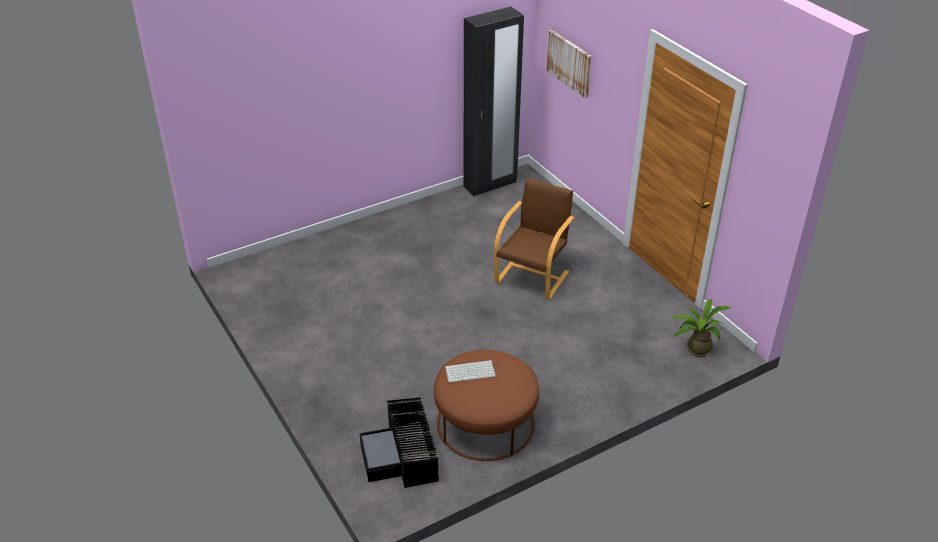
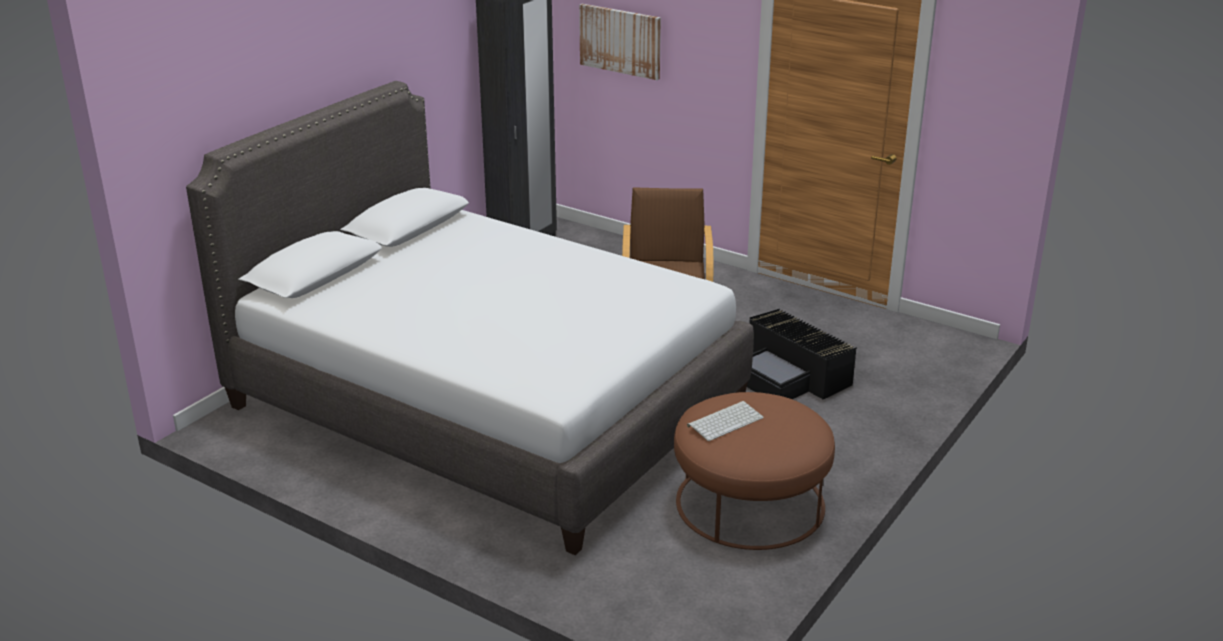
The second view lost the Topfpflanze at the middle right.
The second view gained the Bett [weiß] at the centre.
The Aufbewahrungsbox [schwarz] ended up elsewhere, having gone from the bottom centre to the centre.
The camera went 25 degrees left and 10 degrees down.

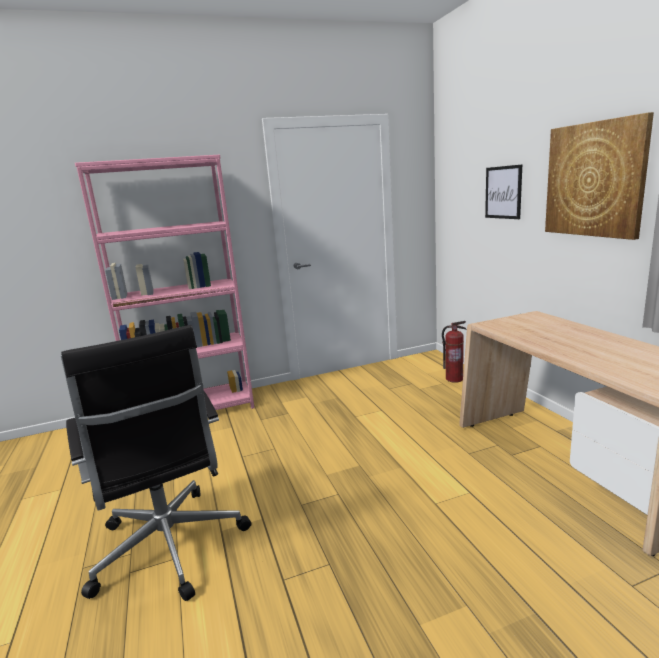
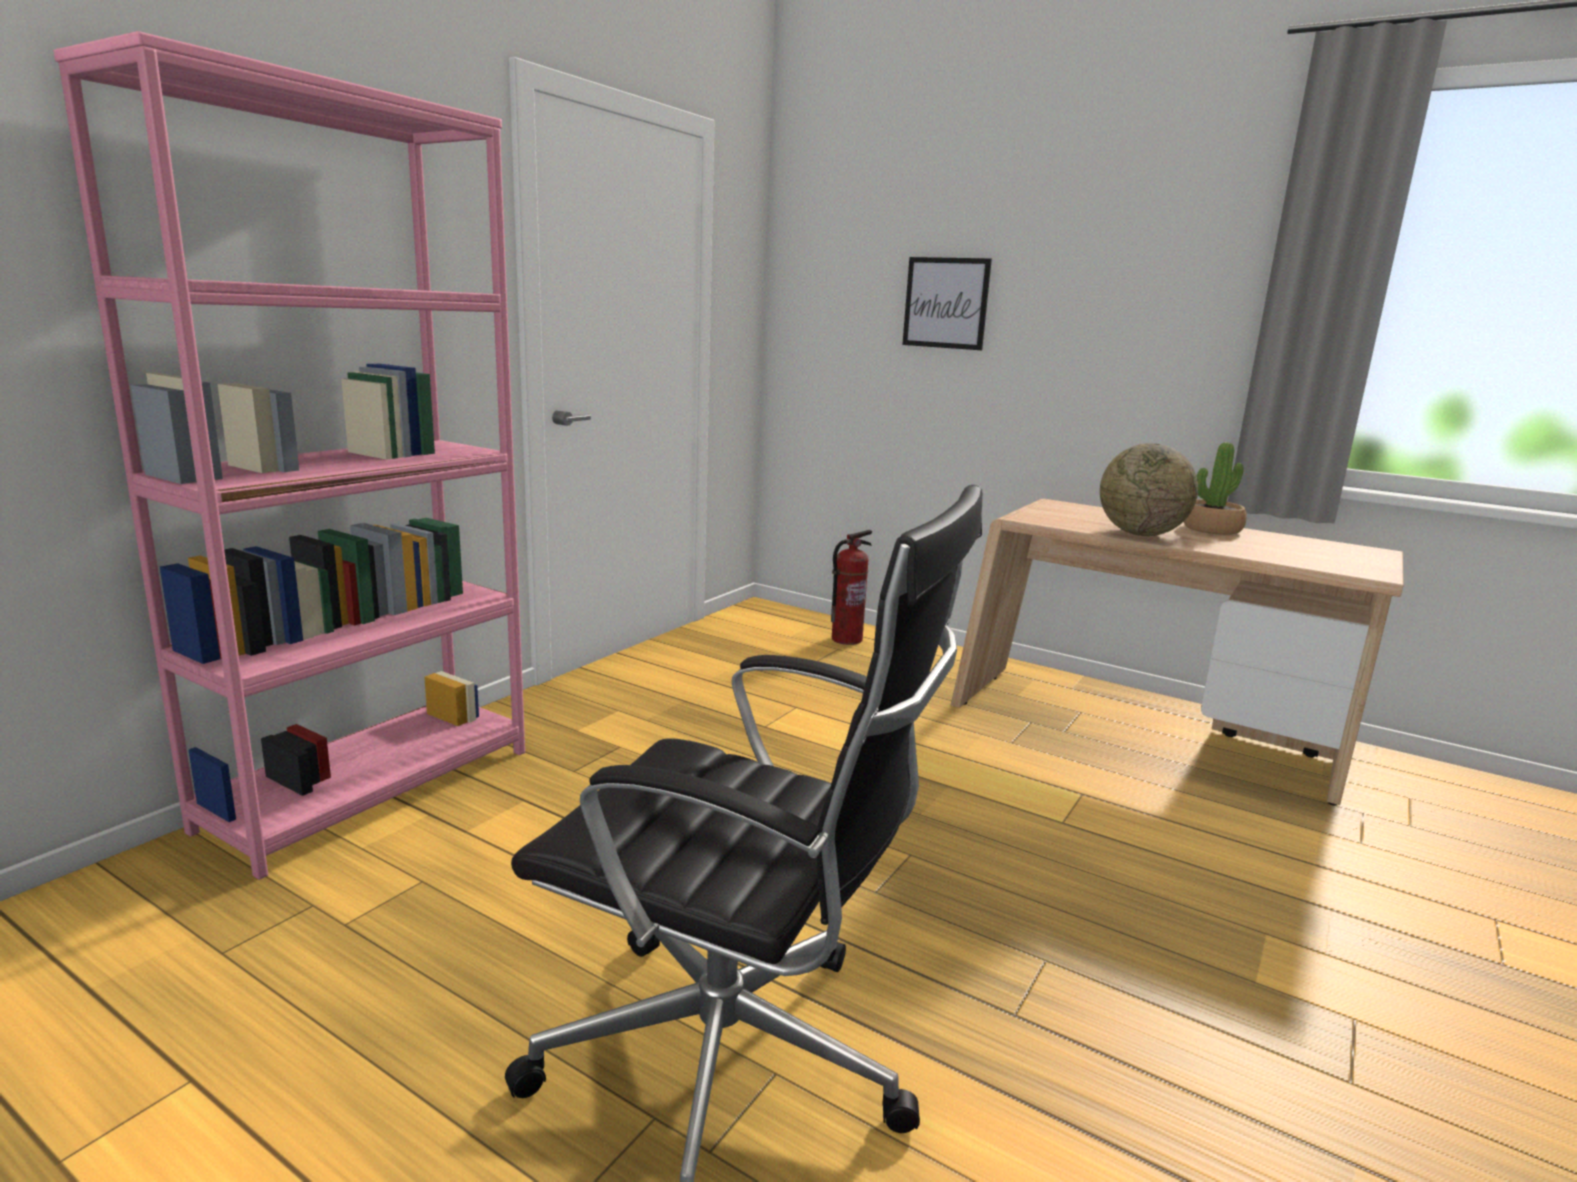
The second view lost the Bild (2nd from left) at the top right.
The second view gained the Globus at the middle right.
The second view gained the Topfpflanze at the middle right.
The camera went 40 degrees left and 0 degrees up.

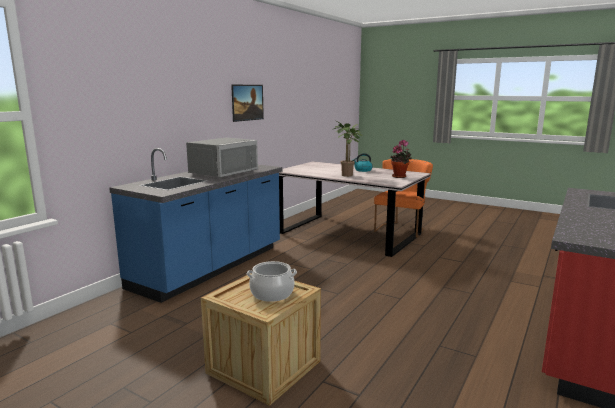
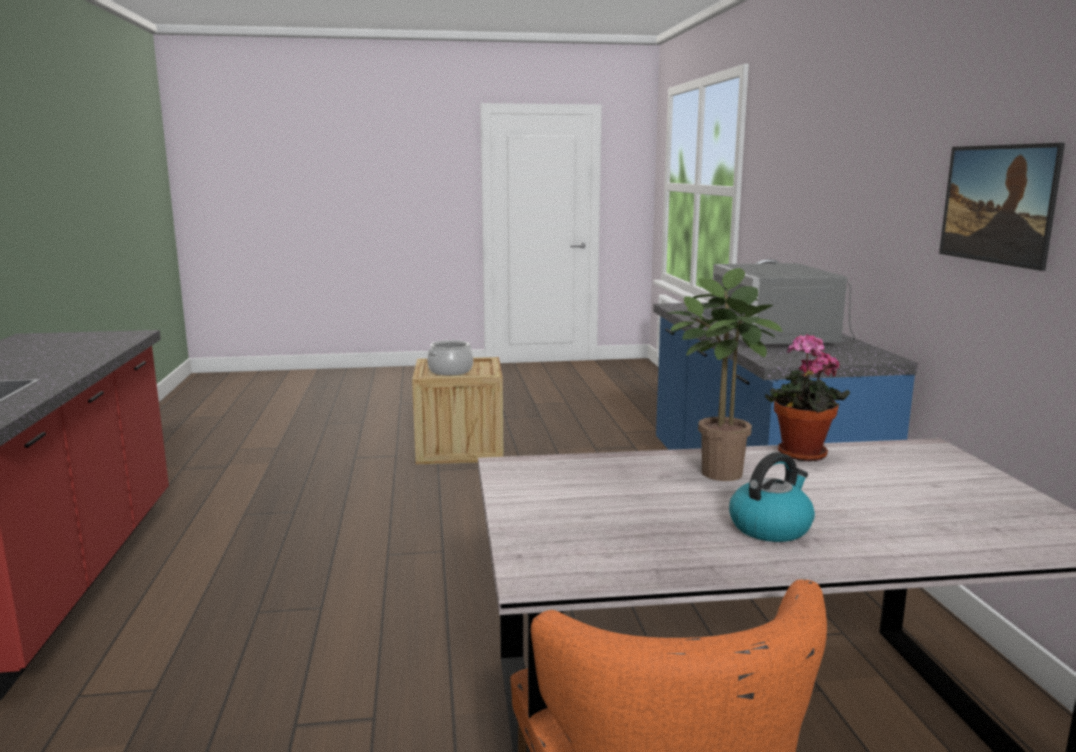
The Topfpflanze (2nd from left) ended up elsewhere, having gone from the centre to the middle right.
The camera went 140 degrees right and 0 degrees up.

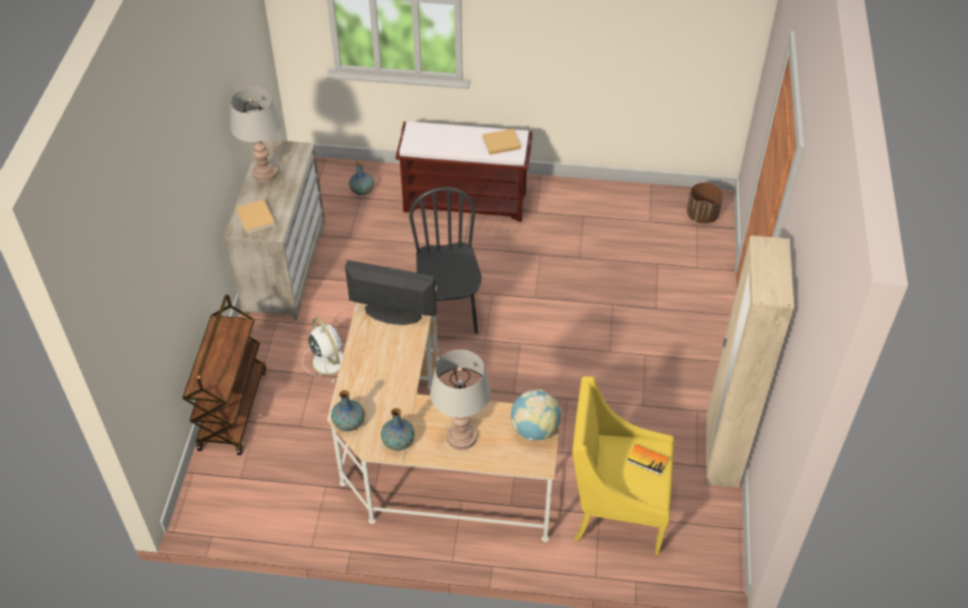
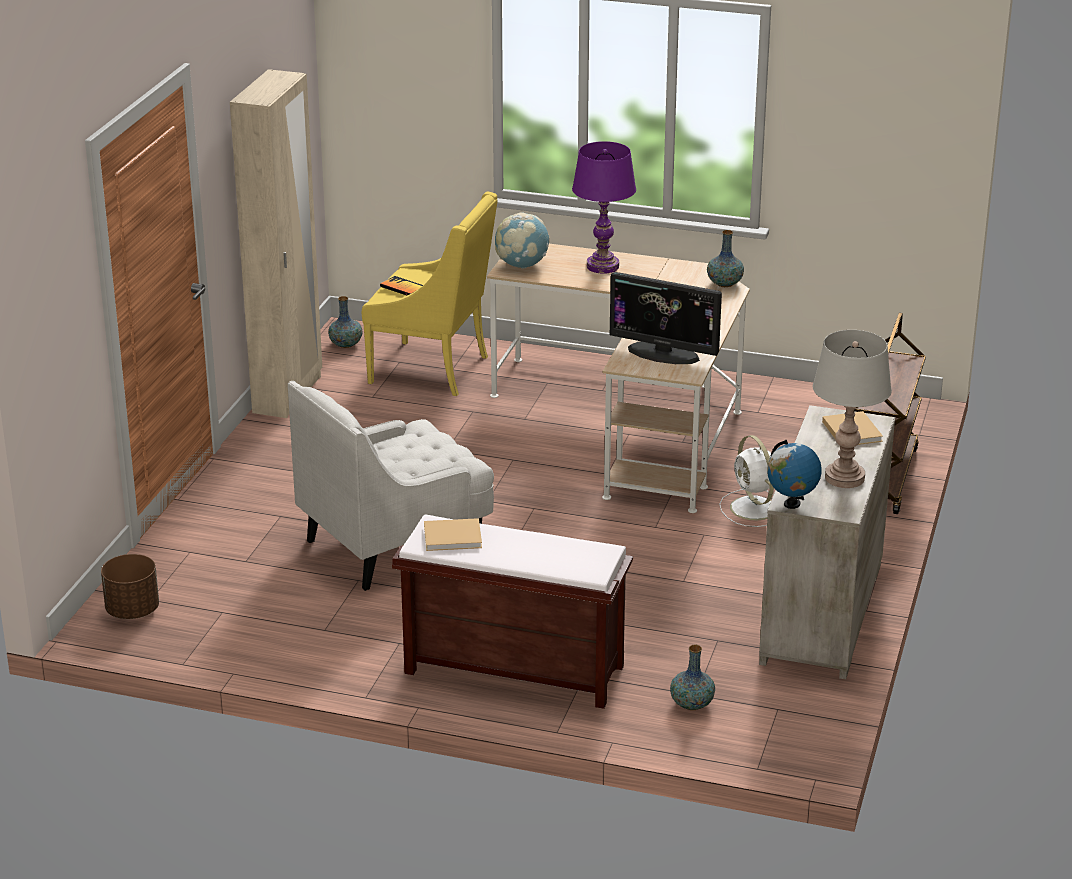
The second view lost the Stuhl [schwarz] at the centre.
The second view gained the Sessel [weiß] at the centre.
The second view gained the Globus (2nd from left) at the middle right.
The Vase (3rd from left in the first image) ended up elsewhere, having gone from the bottom centre to the middle left.
What was the Tischlampe [grau] (2nd from left) at the centre turned into the Tischlampe [lila] at the top centre.
The camera went 170 degrees left and 20 degrees down.

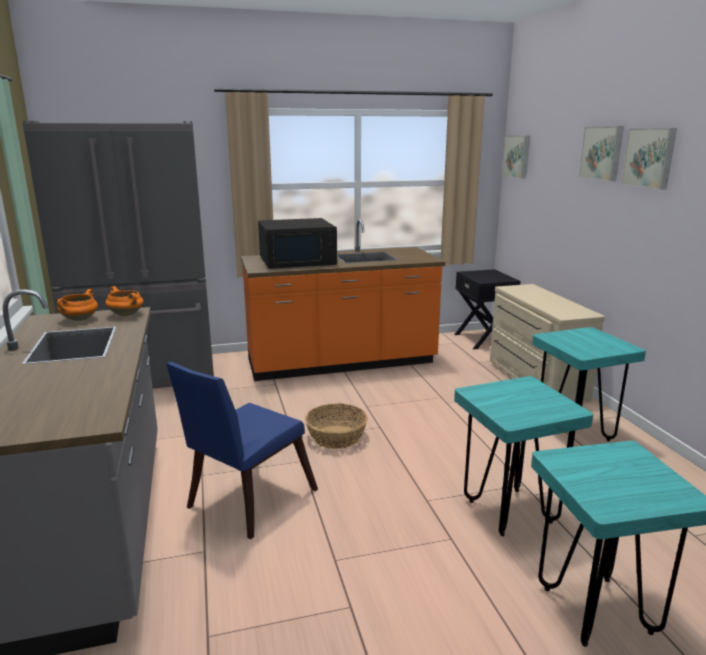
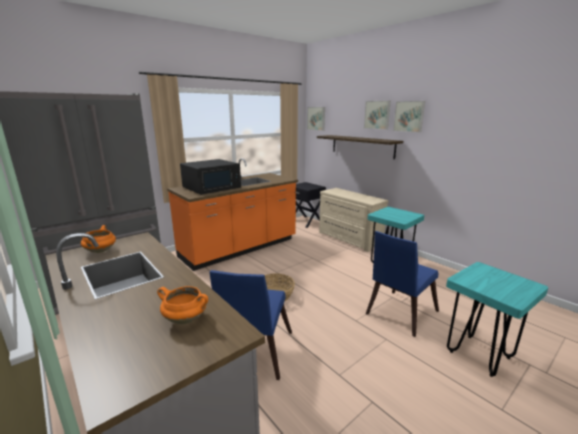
The second view gained the Wandregal at the centre.
The Kochtopf [orange] (2nd from left) ended up elsewhere, having gone from the middle left to the bottom left.
Where the Hocker [türkis] (1st from left) stood at the bottom right, the Stuhl [blau] (2nd from left) came to stand at the middle right.
The camera went 25 degrees left and 0 degrees up.

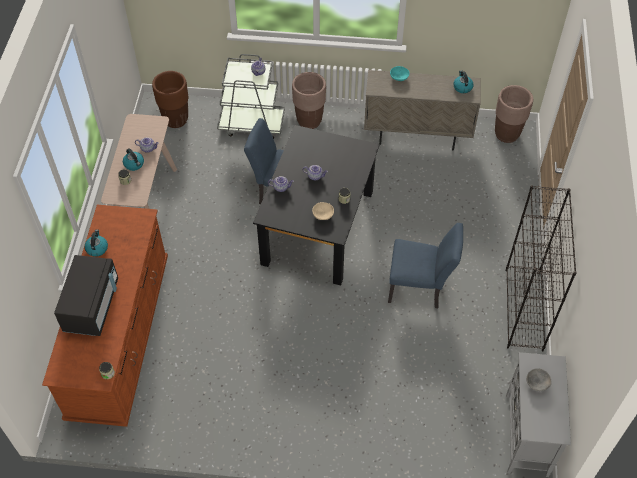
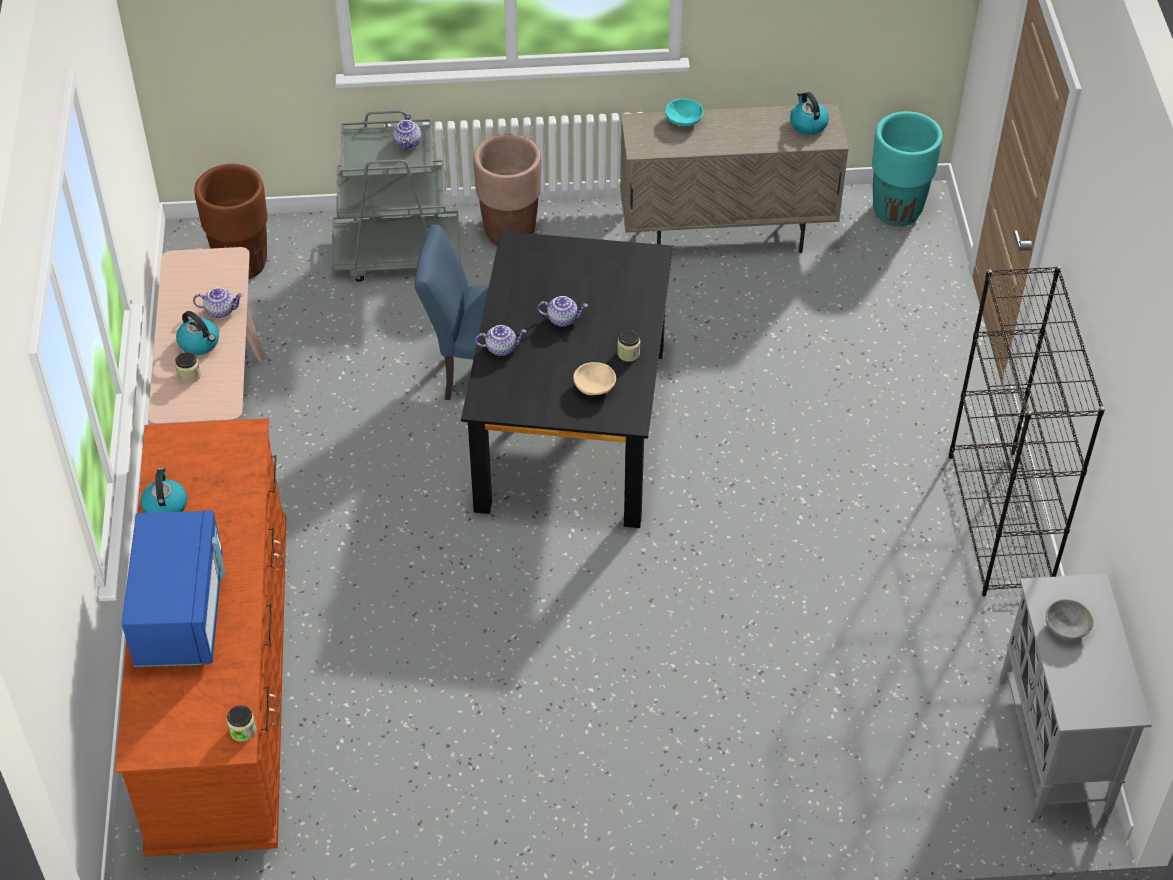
The second view lost the Stuhl [blau] (2nd from left) at the middle right.
What was the Mikrowelle [schwarz] at the middle left turned into the Mikrowelle [blau] at the bottom left.
What was the Pflanzkübel [braun] (3rd from left) at the top right turned into the Pflanzkübel [türkis] at the top right.
The camera went 10 degrees left and 5 degrees down.

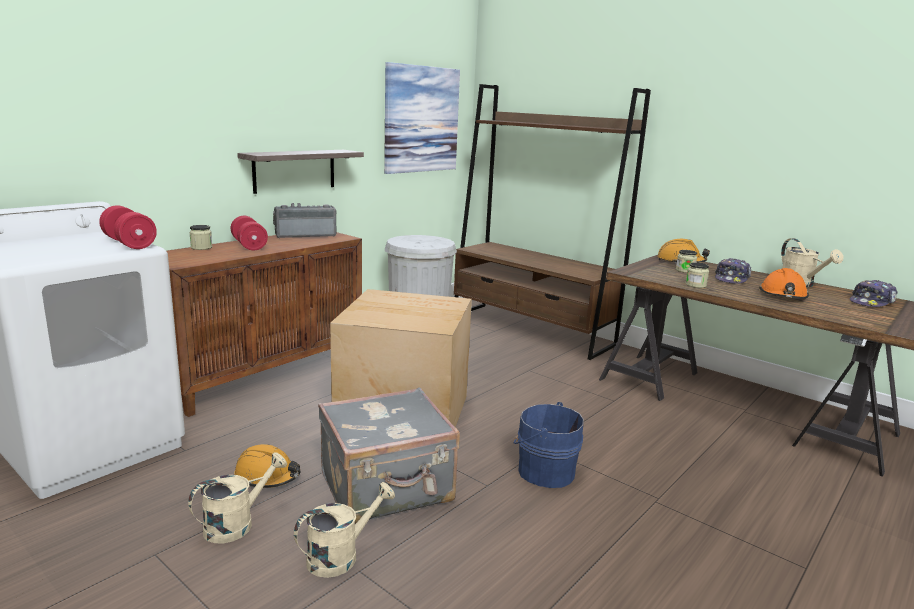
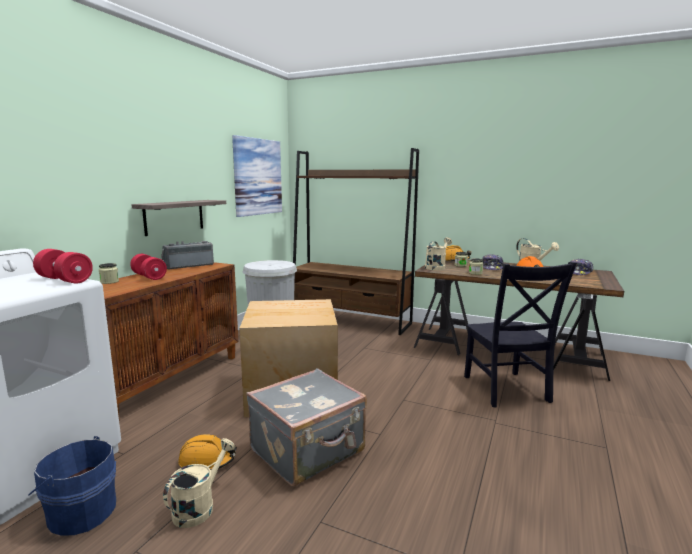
The second view gained the Stuhl [schwarz] at the middle right.
The Gießkanne [beige] (2nd from left) ended up elsewhere, having gone from the bottom centre to the centre.
The Eimer [blau] ended up elsewhere, having gone from the bottom centre to the bottom left.
The camera went 15 degrees left and 5 degrees down.

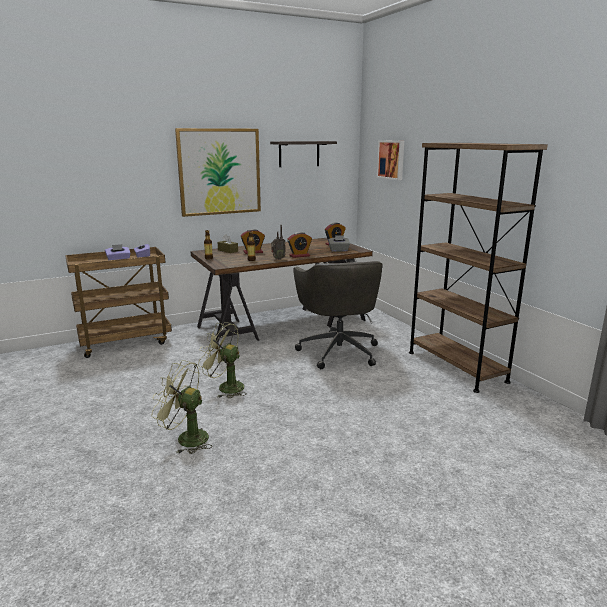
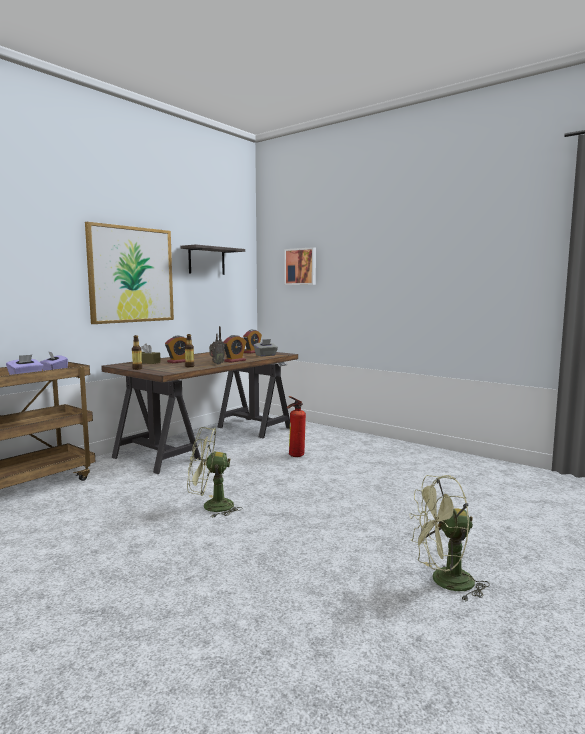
The second view lost the Bücherregal [braun] at the middle right.
The Ventilator [grün] (1st from left in the first image) ended up elsewhere, having gone from the bottom left to the bottom right.
Where the Bürostuhl [grau] stood at the centre, the Feuerlöscher came to stand at the centre.
The camera went 25 degrees left and 10 degrees down.

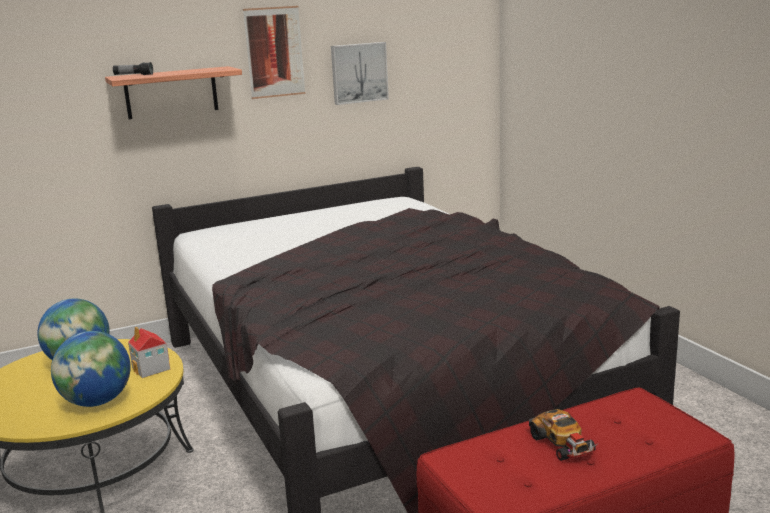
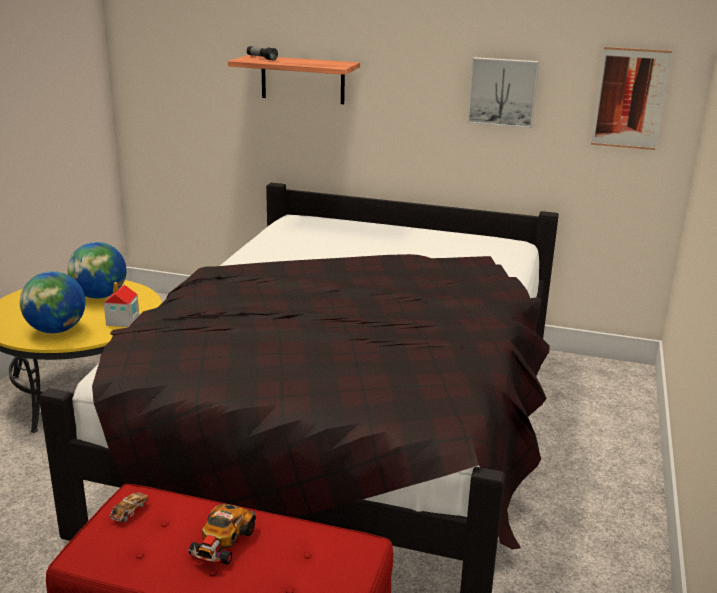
The second view gained the Spielzeugauto (1st from left) at the bottom left.
The Bild (1st from left in the first image) ended up elsewhere, having gone from the top centre to the top right.
The camera went 40 degrees right and 5 degrees up.

